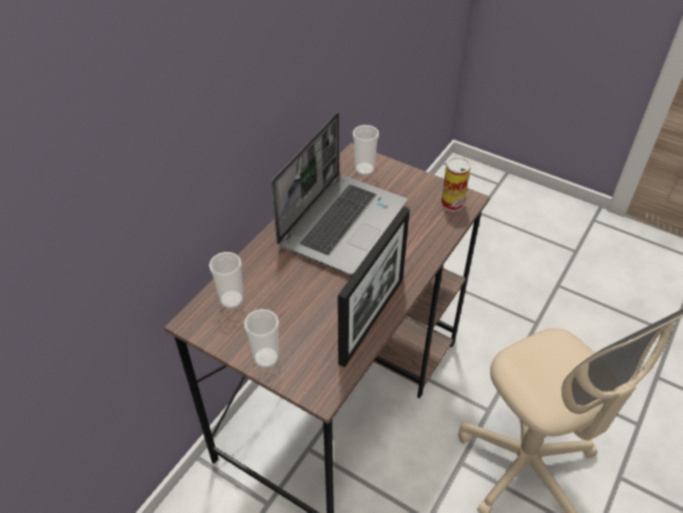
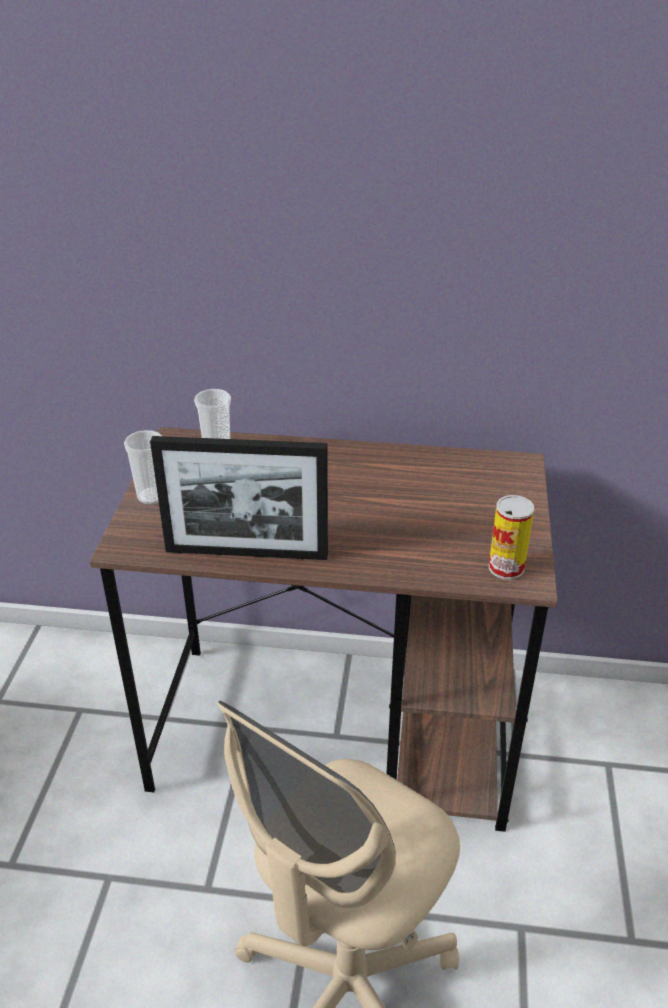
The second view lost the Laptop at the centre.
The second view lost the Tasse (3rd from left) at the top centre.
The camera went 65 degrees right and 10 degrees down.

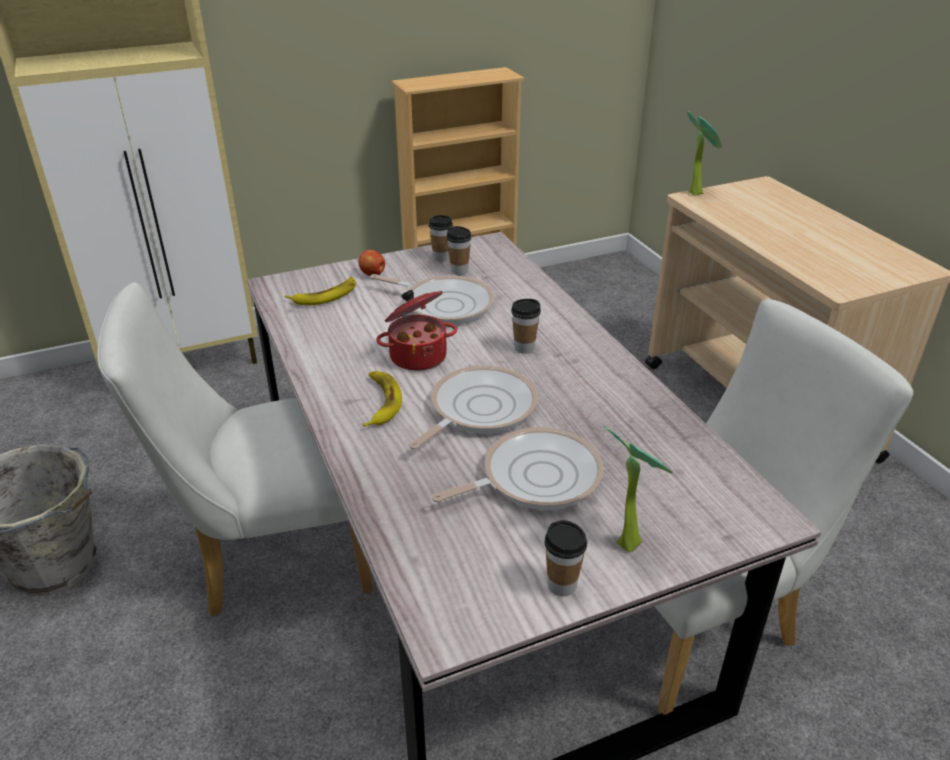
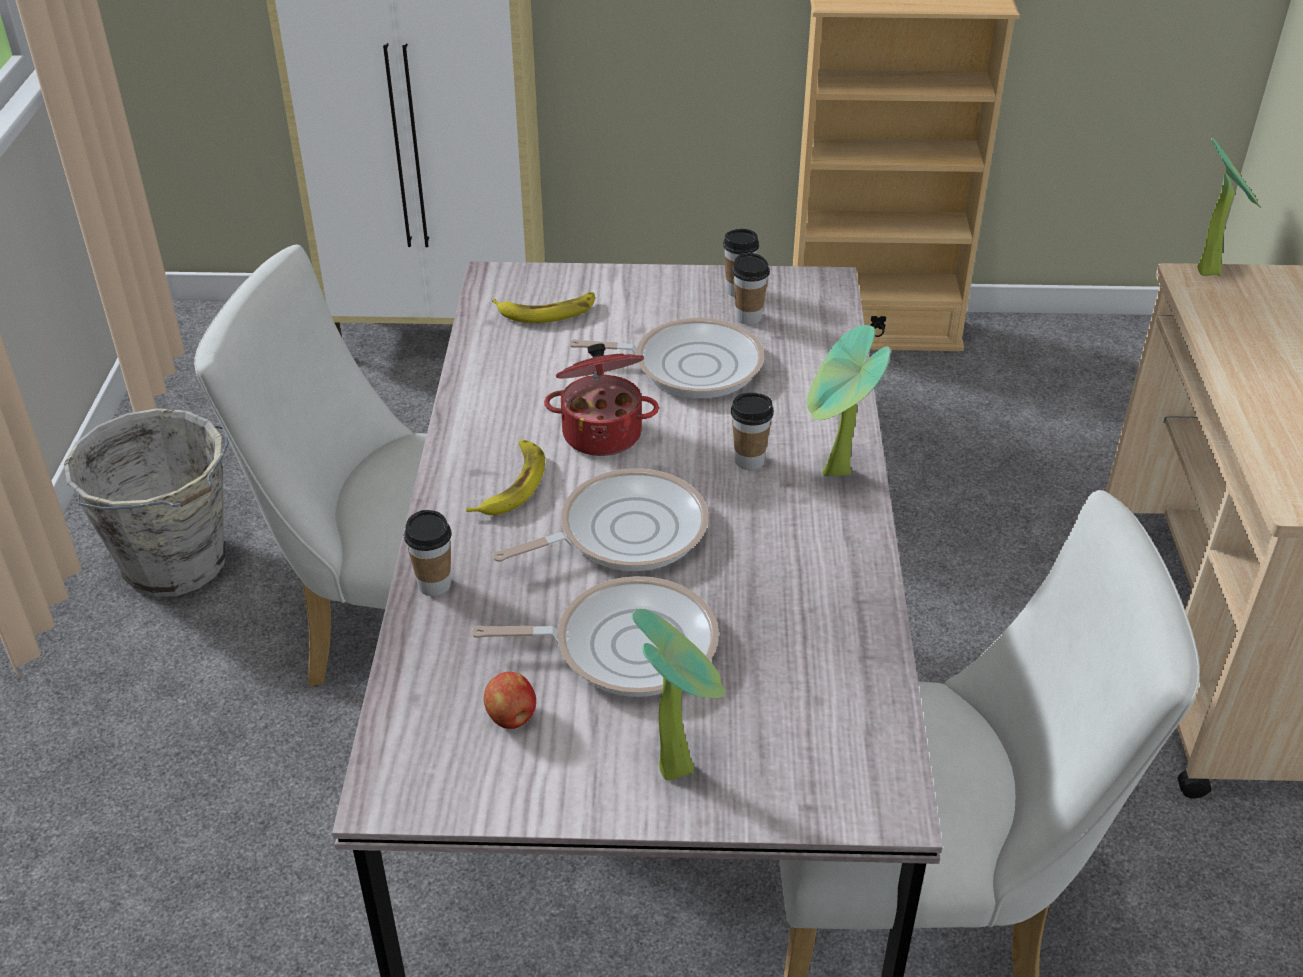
The second view gained the Topfpflanze (2nd from left) at the centre.
The Apfel ended up elsewhere, having gone from the centre to the bottom centre.
The Tasse (4th from left in the first image) ended up elsewhere, having gone from the bottom centre to the middle left.
The Pfanne (1st from left in the first image) at the centre ended up facing another way, 45 degrees counterclockwise from before.
The camera went 25 degrees right and 5 degrees up.

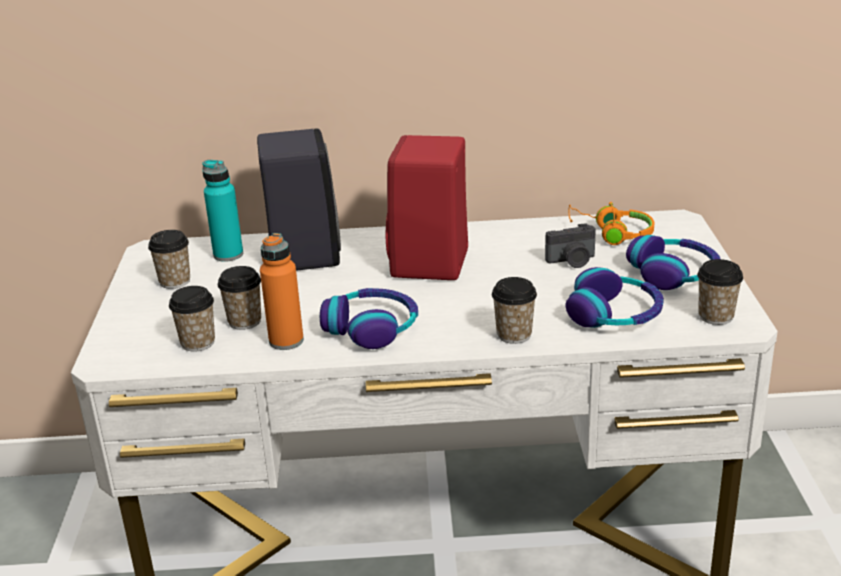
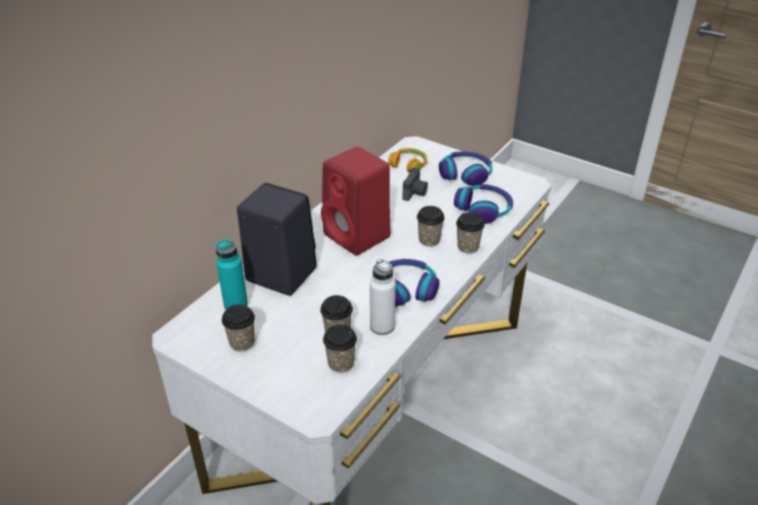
The Tasse (5th from left in the first image) ended up elsewhere, having gone from the middle right to the centre.
What was the Flasche [orange] at the centre turned into the Flasche [weiß] at the centre.
The camera went 55 degrees left and 10 degrees up.

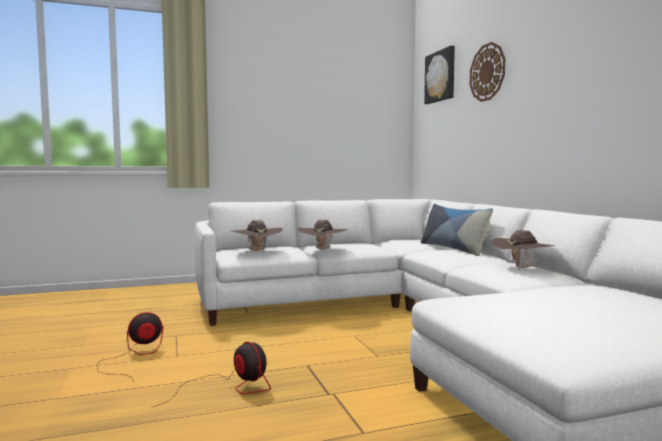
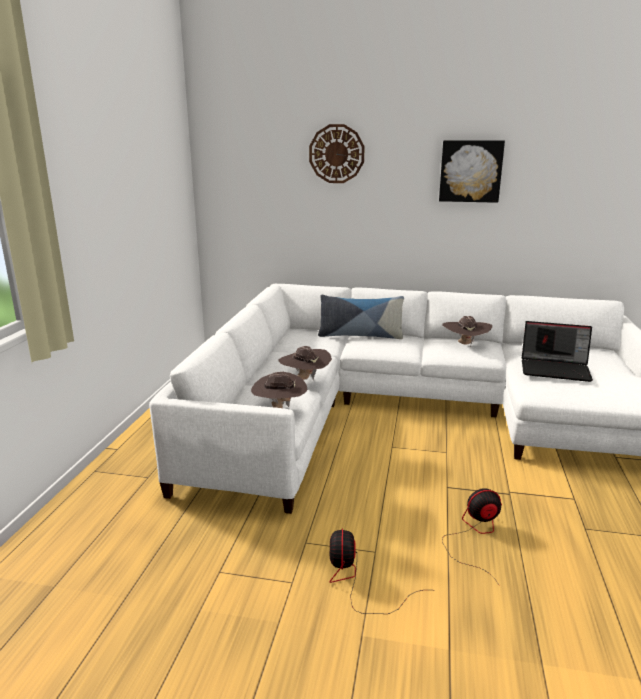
The second view gained the Laptop at the middle right.
The Bild ended up elsewhere, having gone from the top centre to the top right.
The camera went 60 degrees left and 15 degrees up.

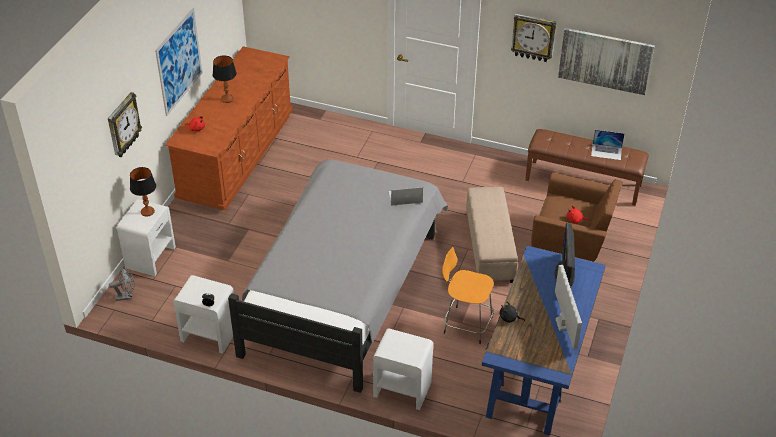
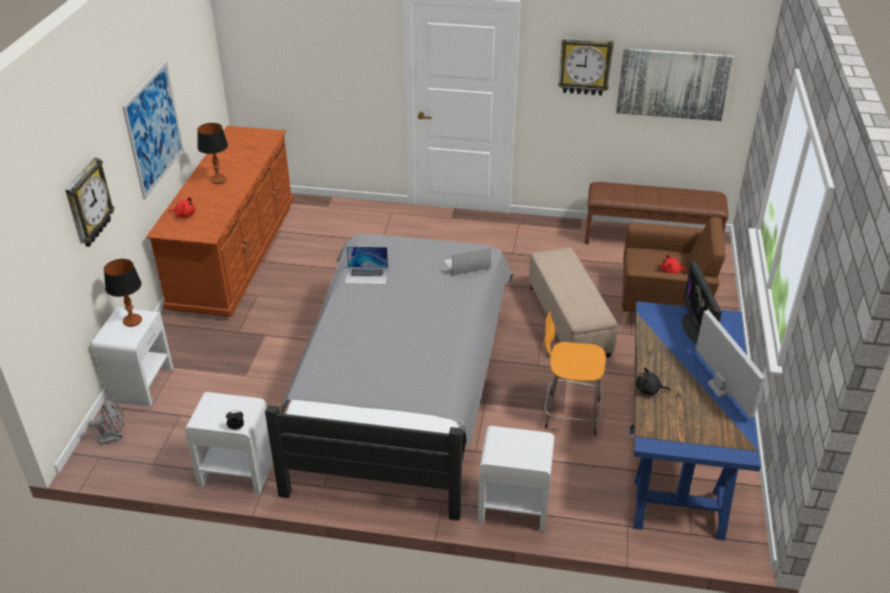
The Laptop (2nd from left in the first image) ended up elsewhere, having gone from the top right to the centre.
The camera went 10 degrees left and 5 degrees down.

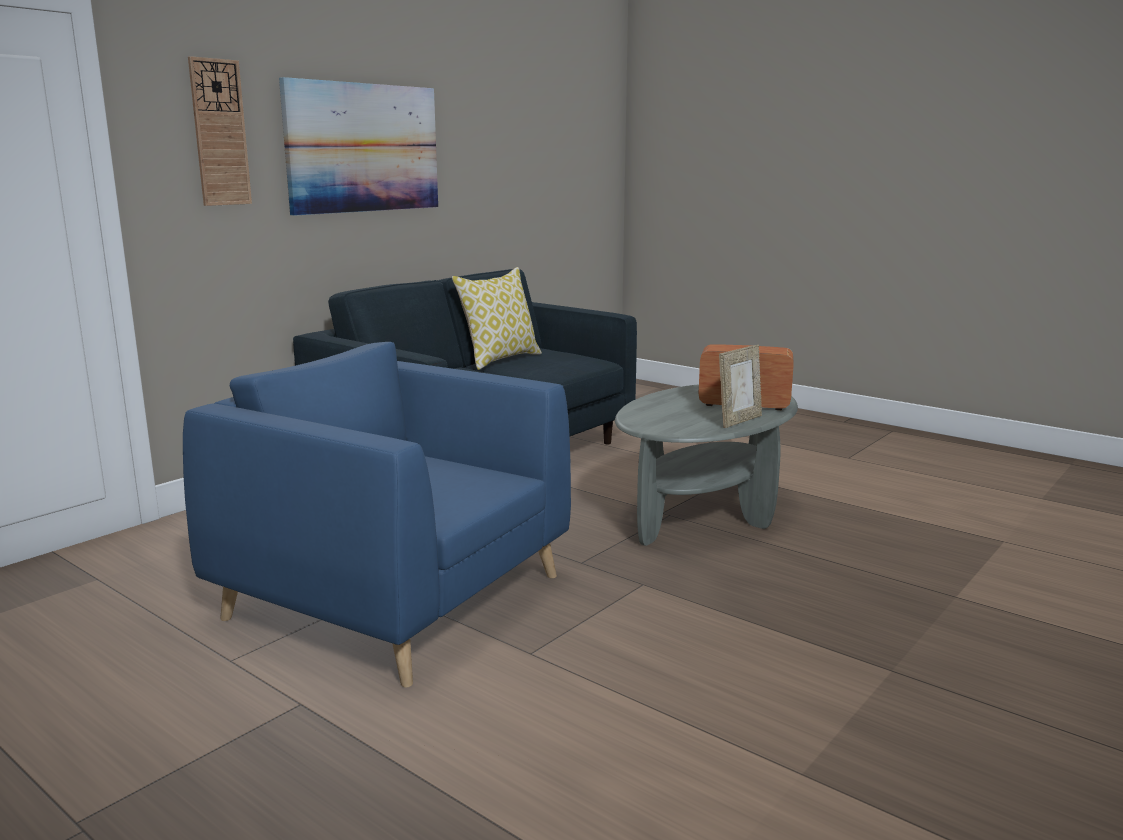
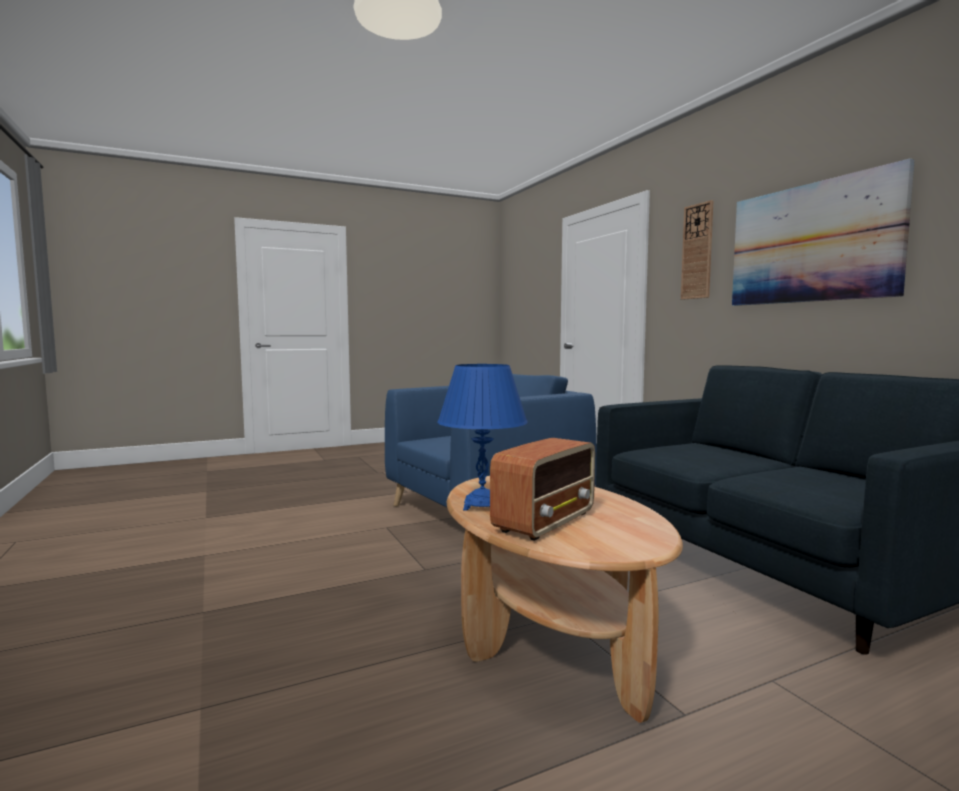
The second view lost the Kissen at the centre.
Where the Bilderrahmen stood at the centre, the Tischlampe [blau] came to stand at the centre.
What was the Couchtisch [grau] at the centre turned into the Couchtisch [braun] at the bottom centre.
The camera went 115 degrees right and 10 degrees down.

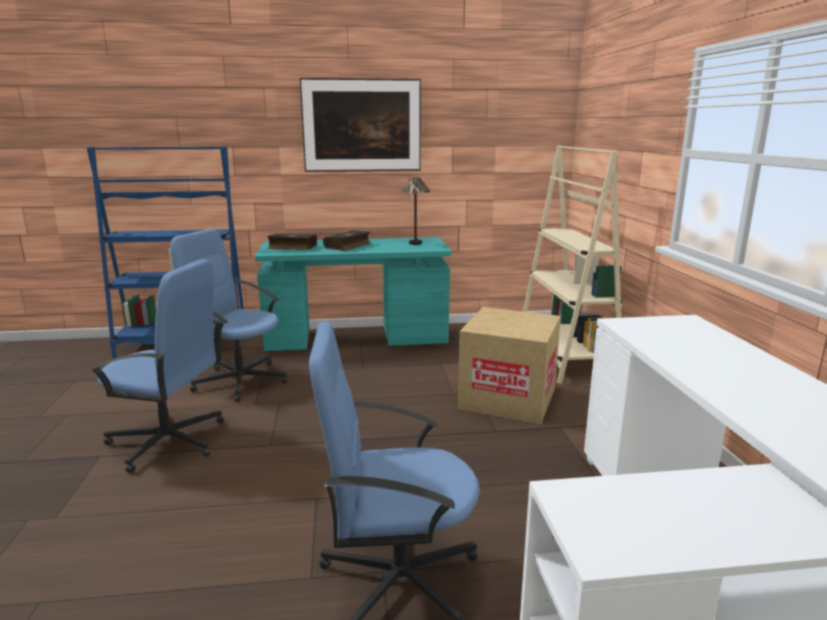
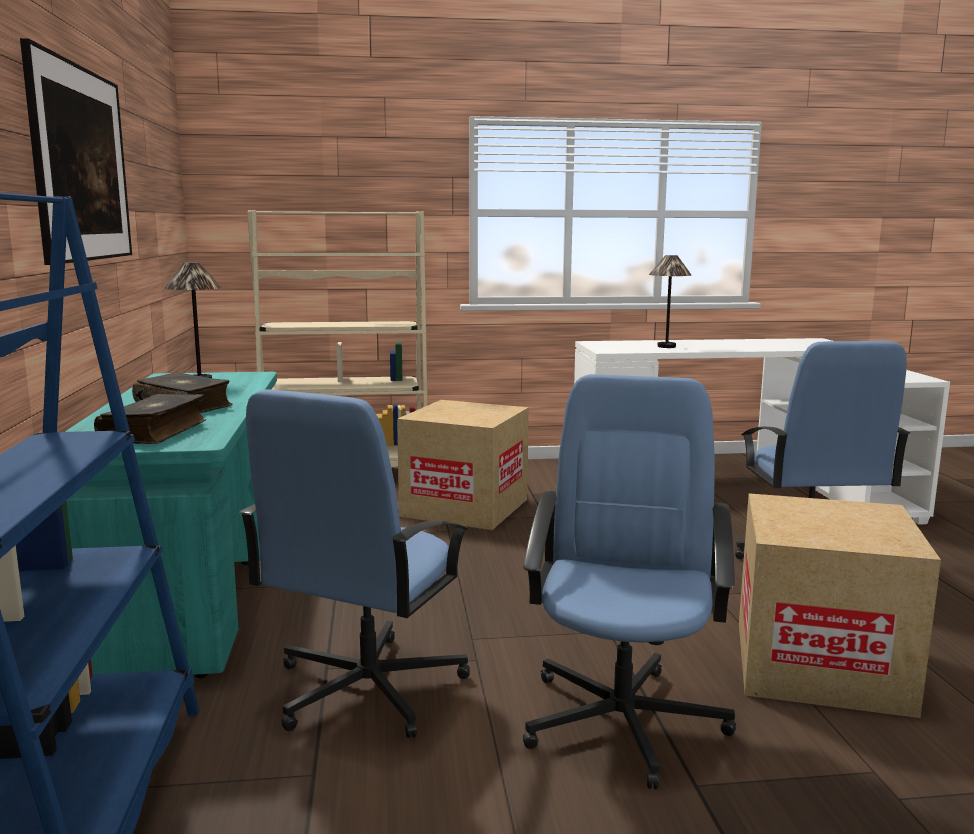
The second view gained the Tischlampe (2nd from left) at the middle right.
The second view gained the Karton (2nd from left) at the bottom right.
The camera went 90 degrees left and 5 degrees down.

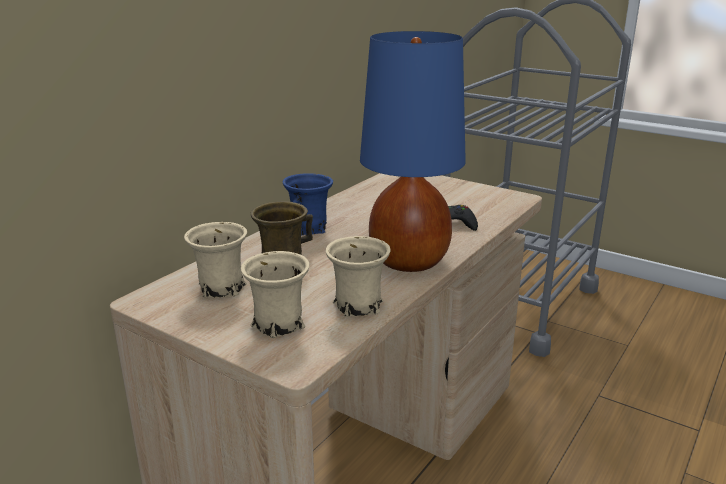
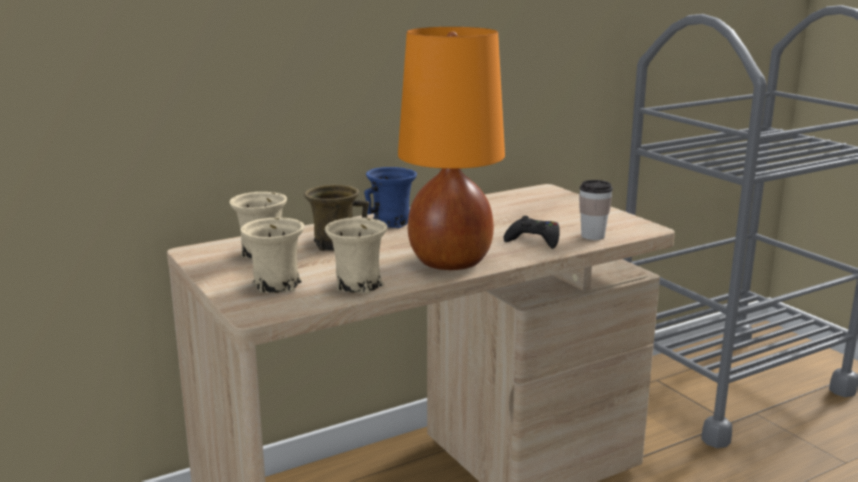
The second view gained the Tasse at the middle right.
What was the Tischlampe [blau] at the top centre turned into the Tischlampe [orange] at the top centre.
The camera went 25 degrees right and 5 degrees down.

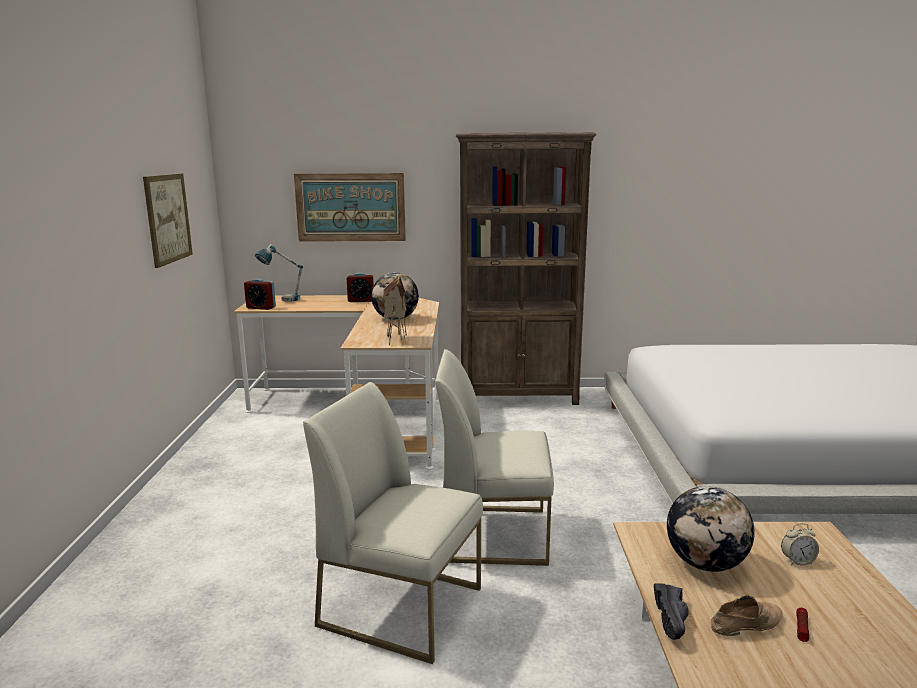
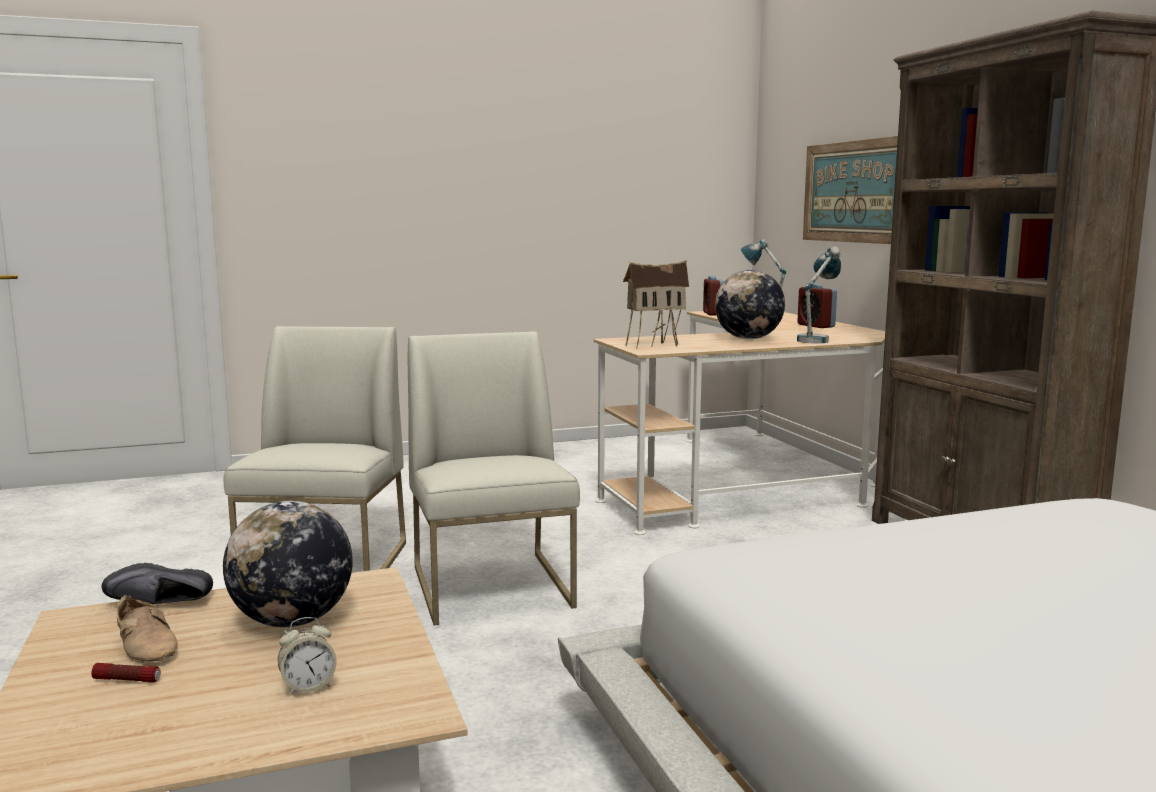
The second view lost the Bild (1st from left) at the top left.
The second view gained the Tischlampe (2nd from left) at the middle right.
The Wecker (3rd from left in the first image) at the bottom right ended up facing another way, 90 degrees counterclockwise from before.
The camera went 70 degrees right and 5 degrees down.

